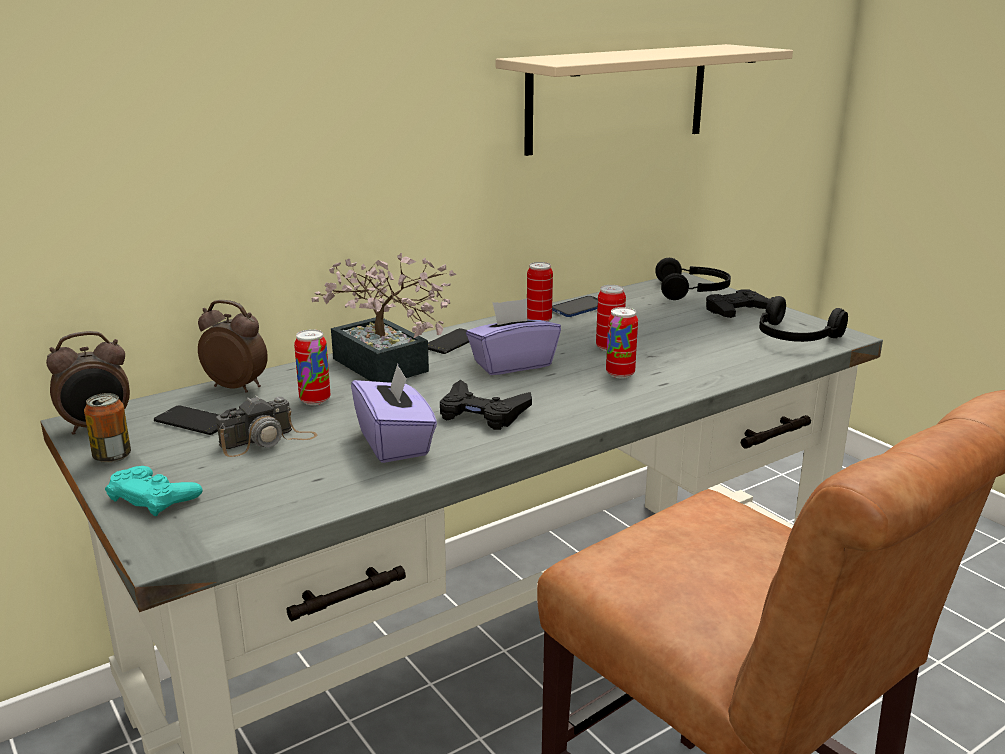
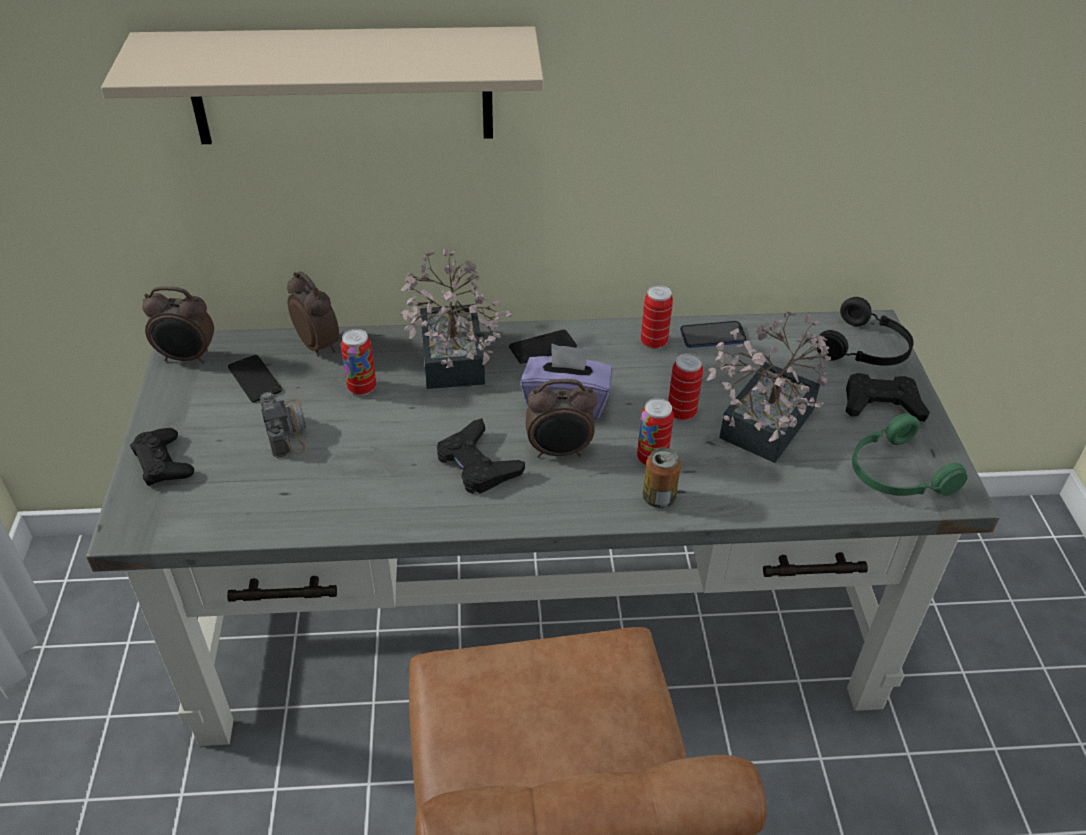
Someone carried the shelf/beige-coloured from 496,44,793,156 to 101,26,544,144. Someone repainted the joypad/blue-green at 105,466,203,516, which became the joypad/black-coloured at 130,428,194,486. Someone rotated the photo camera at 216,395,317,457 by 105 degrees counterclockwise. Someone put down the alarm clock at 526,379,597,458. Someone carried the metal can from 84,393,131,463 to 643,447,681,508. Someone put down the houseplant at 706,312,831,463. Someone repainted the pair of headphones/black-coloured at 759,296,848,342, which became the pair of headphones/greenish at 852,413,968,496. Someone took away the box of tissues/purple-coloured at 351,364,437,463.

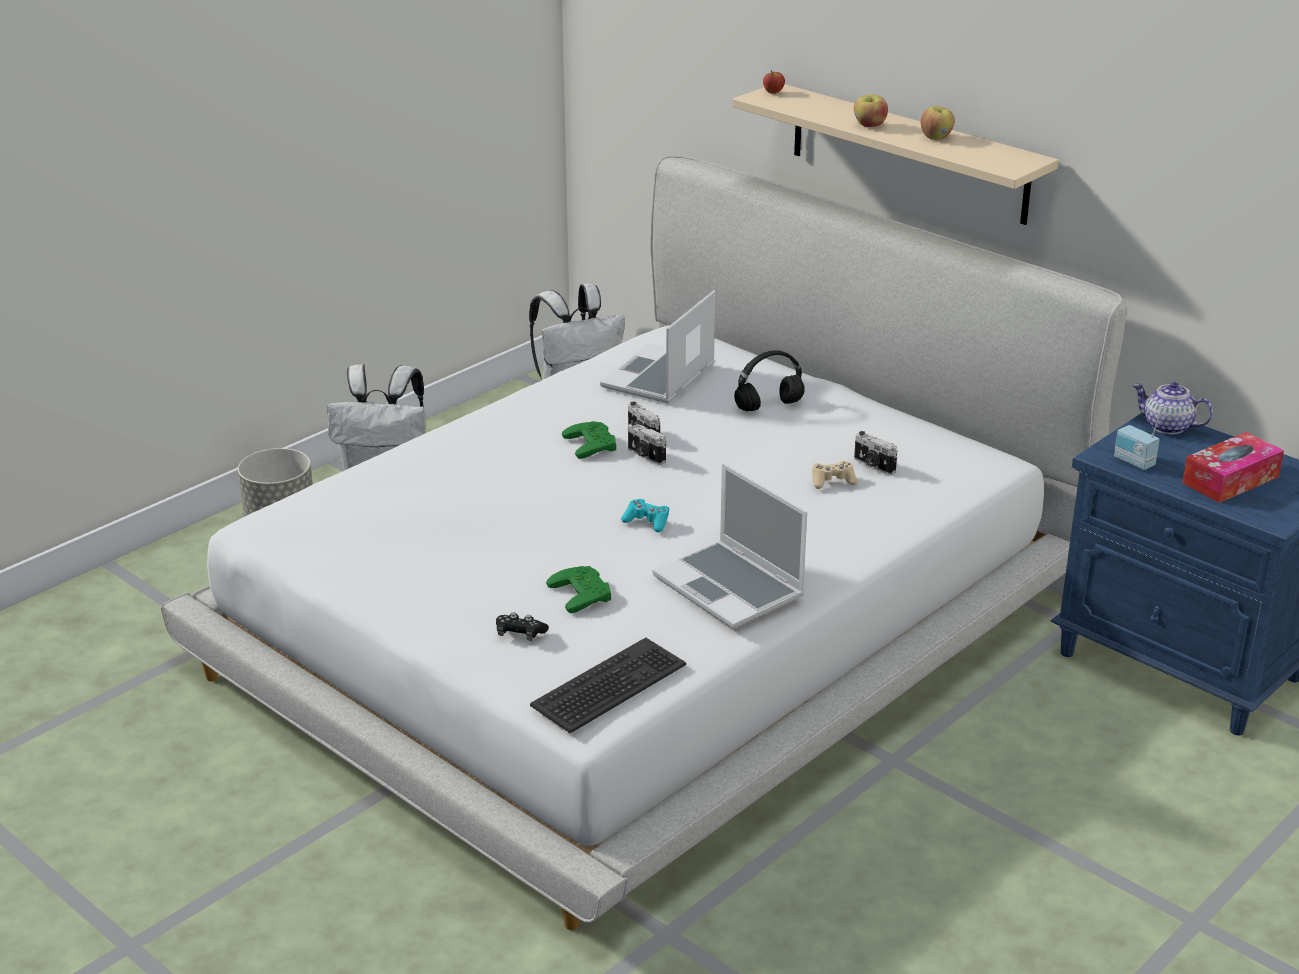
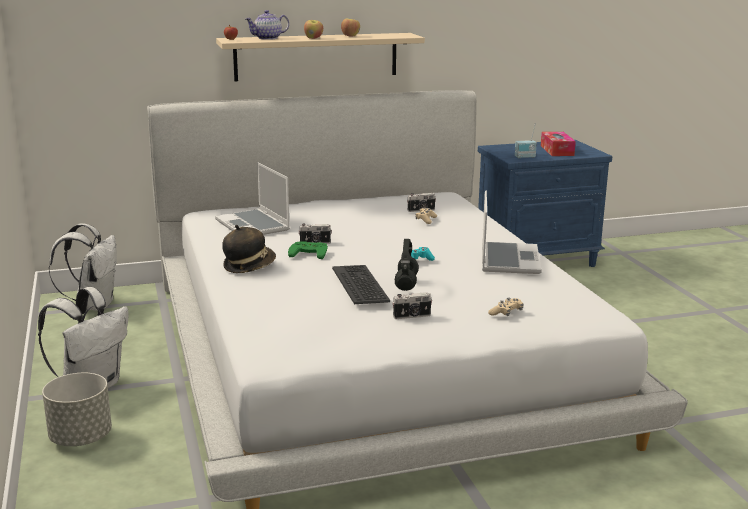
Someone put down the clothing hat at 222,225,276,273. Someone carried the pot for tea from 1133,382,1213,434 to 246,10,289,40. Someone carried the PC keyboard from 530,637,686,734 to 332,265,390,304. Someone carried the photo camera from 628,421,666,465 to 392,292,432,319. Someone carried the pair of headphones/black-coloured from 734,350,804,411 to 395,239,419,291. Someone rotated the portable computer at 653,464,807,629 by 75 degrees counterclockwise. Someone repainted the joypad/black-coloured at 496,612,549,641, which became the joypad/beige-coloured at 488,297,523,316. Someone took away the joypad/greenish at 546,566,611,613.

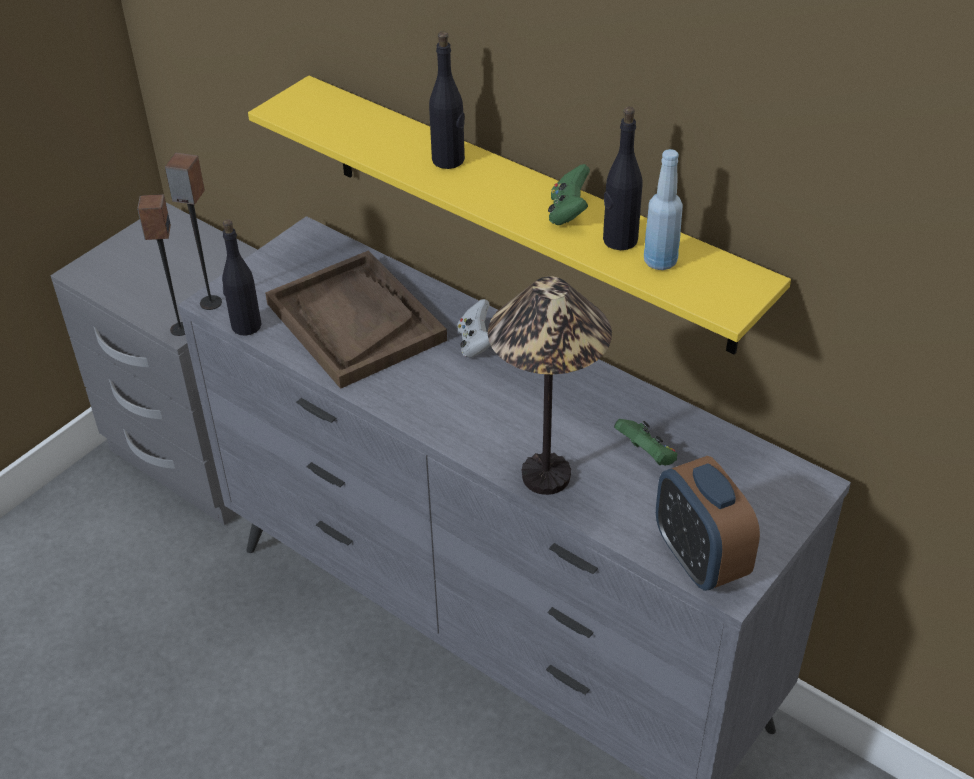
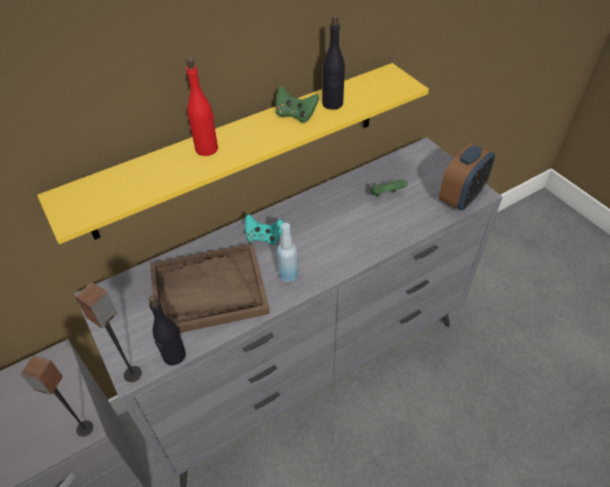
Someone repainted the drink bottle/black-coloured at 429,31,465,169, which became the drink bottle/reddish at 186,57,218,156. Someone repainted the joypad/white at 457,299,491,357, which became the joypad/blue-green at 245,214,284,245. Someone carried the drink bottle/bluish from 644,149,683,270 to 277,222,298,283. Someone rotated the alarm clock at 656,456,760,591 by 45 degrees counterclockwise. Someone took away the tabletop lamp at 488,276,612,495.

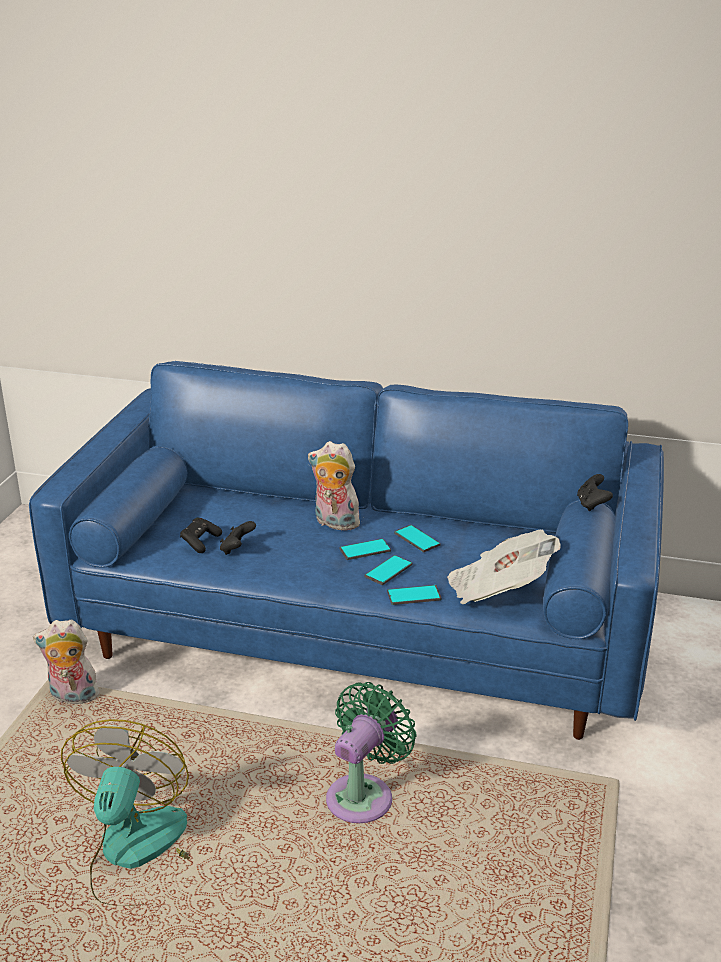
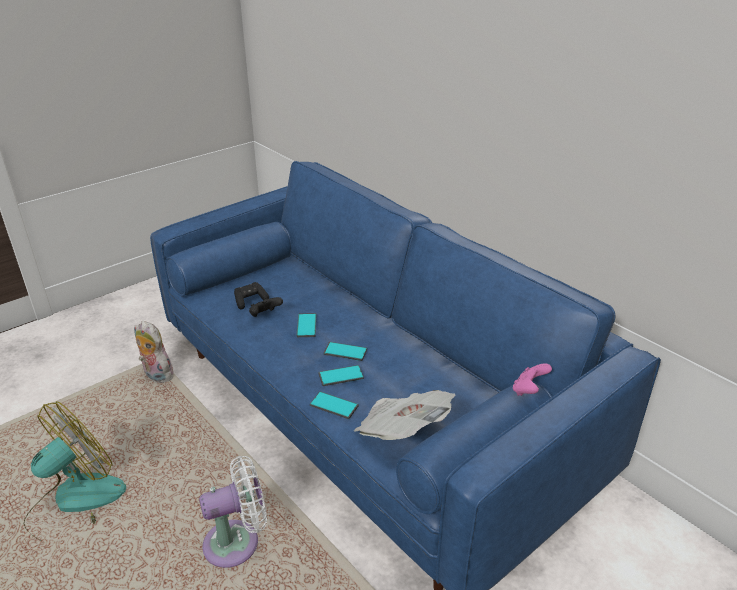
Someone repainted the fan/greenish at 326,682,416,823, which became the fan/white at 199,456,267,568. Someone carried the handset from 394,525,440,552 to 297,313,316,337. Someone repainted the joypad/black-coloured at 577,474,613,511, which became the joypad/pinkish at 513,363,552,396. Someone took away the plush toy at 308,441,360,531.

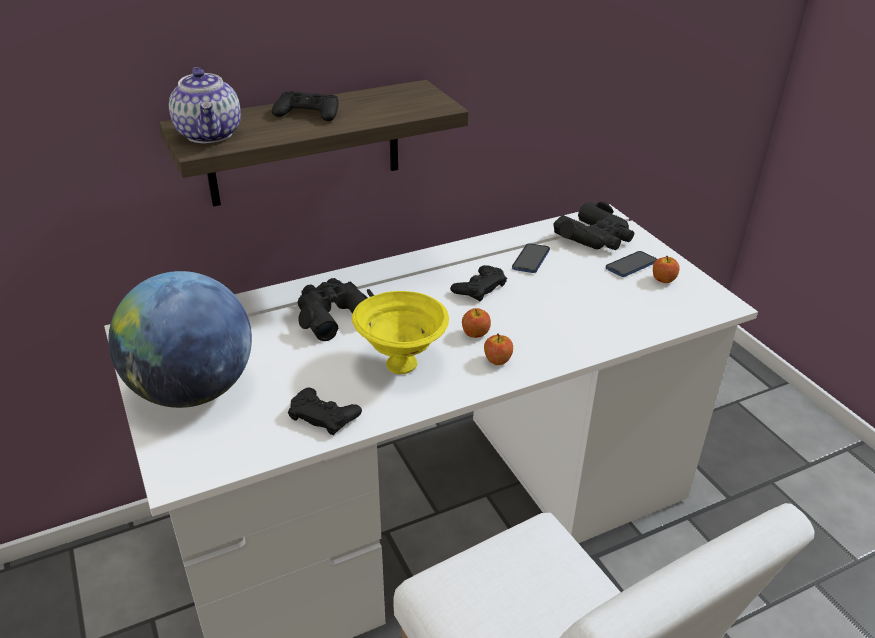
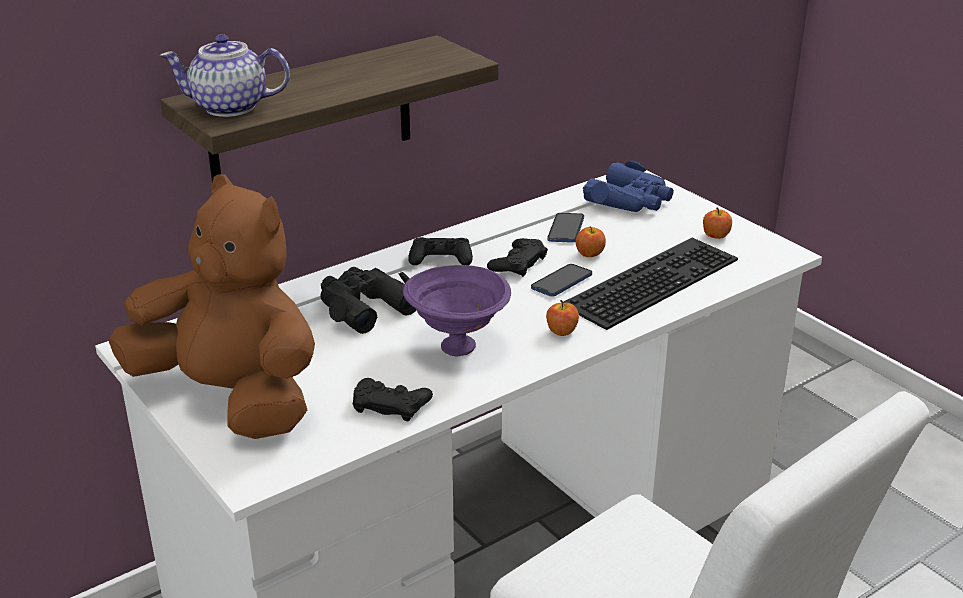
Someone swapped the desk globe at 108,271,252,408 for the plush toy/brown-coloured at 109,174,315,439. Someone rotated the pot for tea at 169,67,241,143 by 120 degrees clockwise. Someone repainted the bowl/yellow at 352,291,449,374, which became the bowl/purple-coloured at 403,265,511,357. Someone carried the joypad/black-coloured from 272,91,339,121 to 408,237,473,265. Someone carried the handset from 606,251,657,277 to 531,264,592,297. Someone put down the PC keyboard at 563,238,738,330. Someone carried the whole apple from 462,308,491,338 to 576,226,606,257. Someone repainted the pair of binoculars/black-coloured at 553,202,634,250, which became the pair of binoculars/bluish at 583,160,674,212.

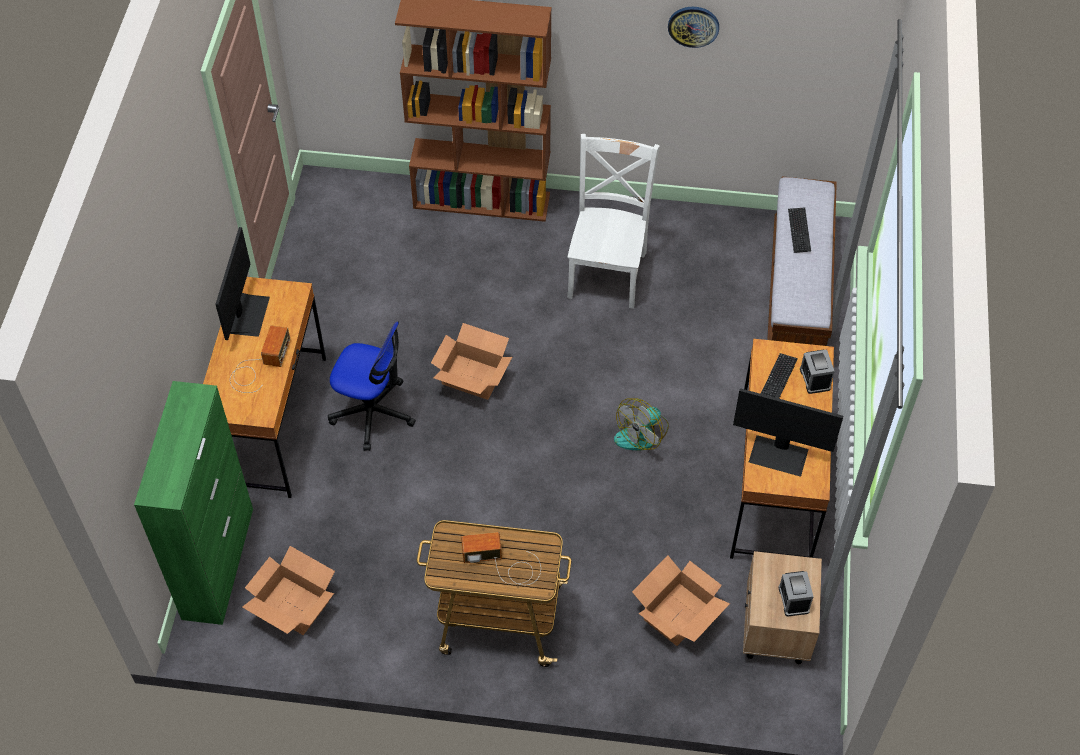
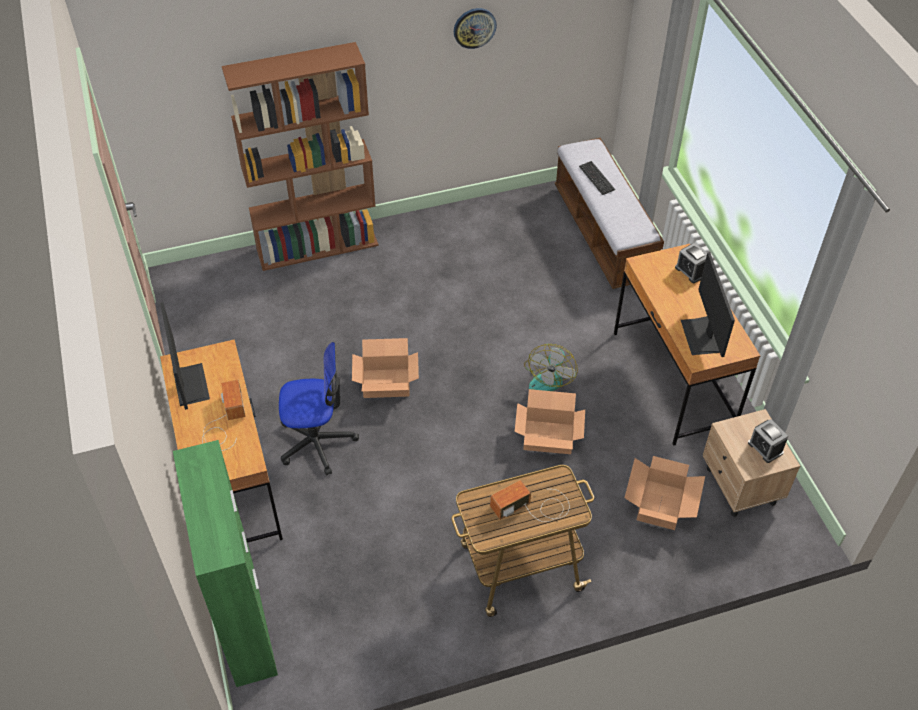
Someone carried the cardboard box from 242,546,335,635 to 514,389,585,454. Someone rotated the computer screen at 733,388,843,477 by 90 degrees clockwise. Someone took away the chair/white at 567,134,660,309. Someone took away the PC keyboard at 761,353,798,398.

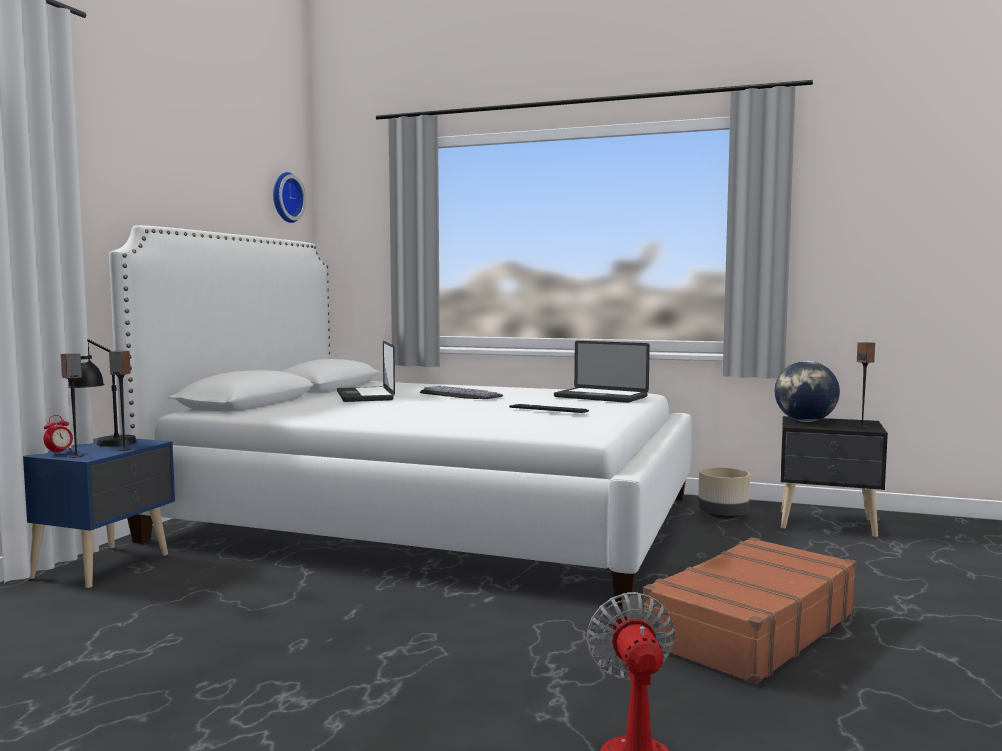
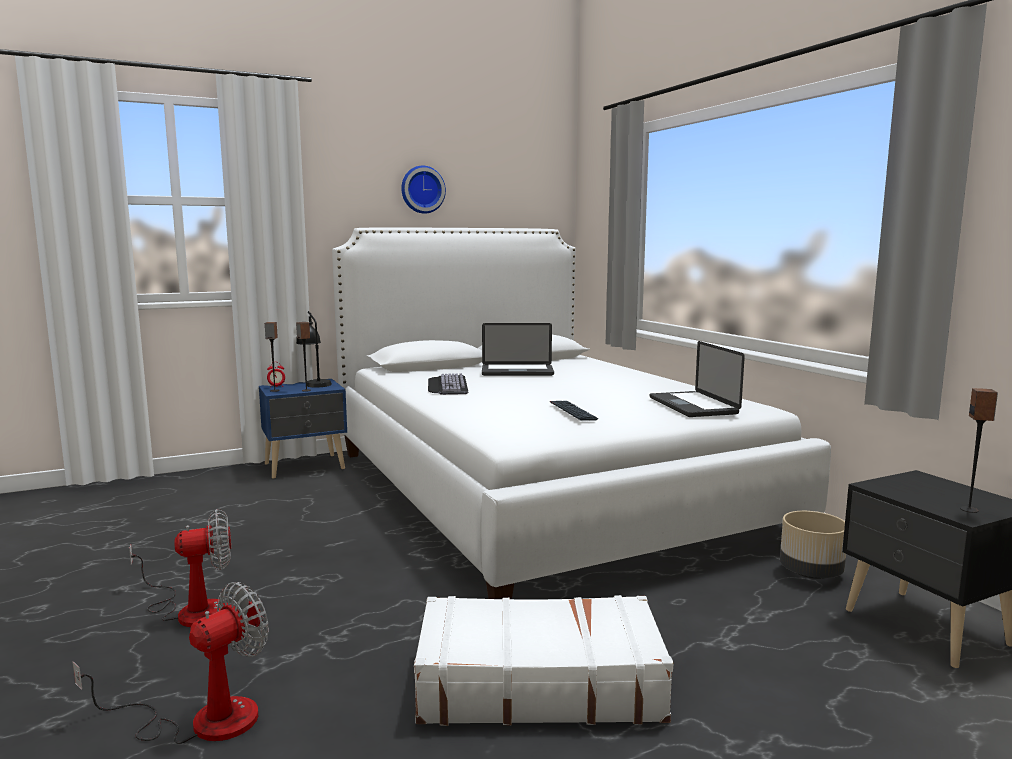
Someone put down the fan at 129,509,231,627. Someone carried the wall clock from 273,172,306,223 to 401,166,446,214. Someone repainted the suitcase/brown-coloured at 643,537,856,684, which became the suitcase/white at 414,595,674,726. Someone carried the PC keyboard from 420,386,503,399 to 428,373,468,395. Someone rotated the portable computer at 337,341,395,402 by 120 degrees counterclockwise. Someone took away the desk globe at 775,361,840,422.

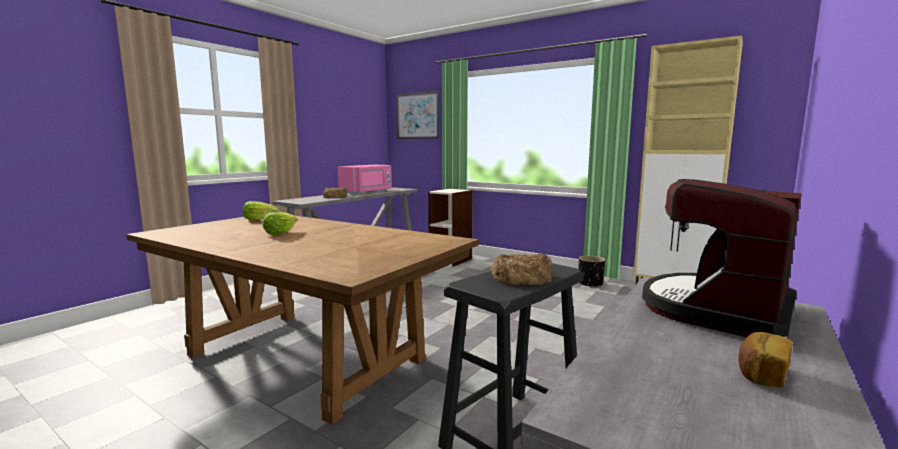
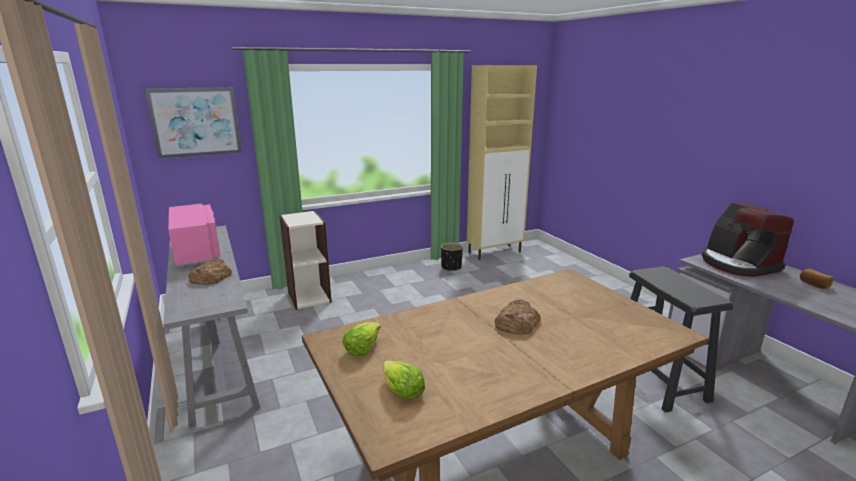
Someone carried the lettuce head from 262,212,298,235 to 383,360,425,400. Someone carried the bakery bread from 490,254,552,285 to 495,299,541,335.

